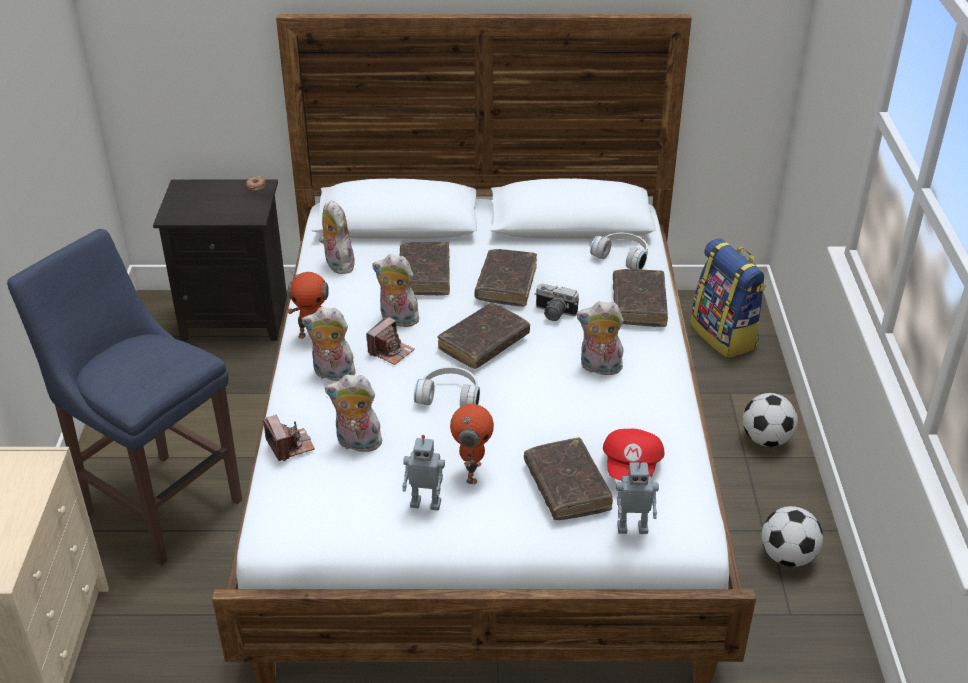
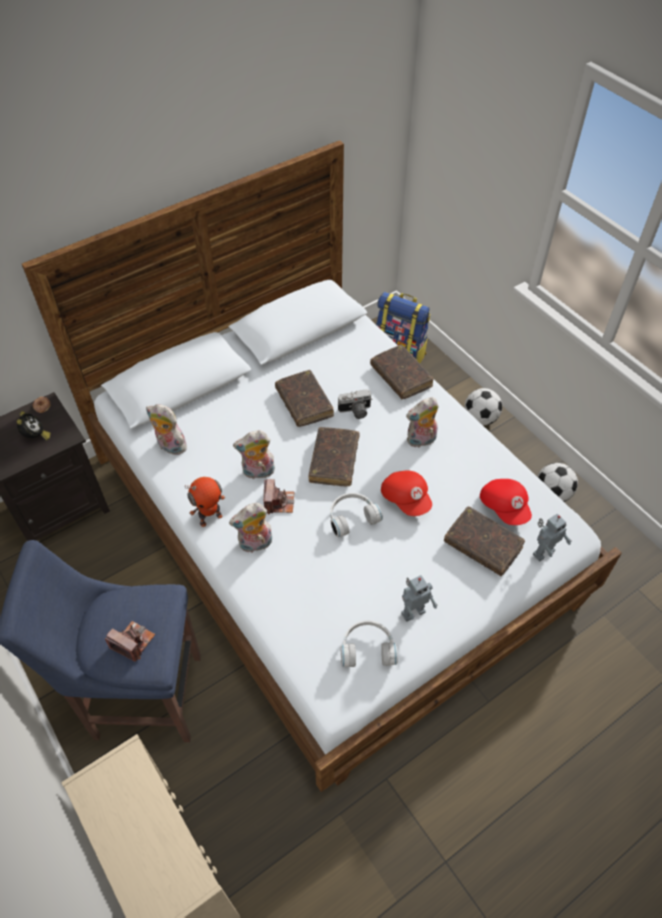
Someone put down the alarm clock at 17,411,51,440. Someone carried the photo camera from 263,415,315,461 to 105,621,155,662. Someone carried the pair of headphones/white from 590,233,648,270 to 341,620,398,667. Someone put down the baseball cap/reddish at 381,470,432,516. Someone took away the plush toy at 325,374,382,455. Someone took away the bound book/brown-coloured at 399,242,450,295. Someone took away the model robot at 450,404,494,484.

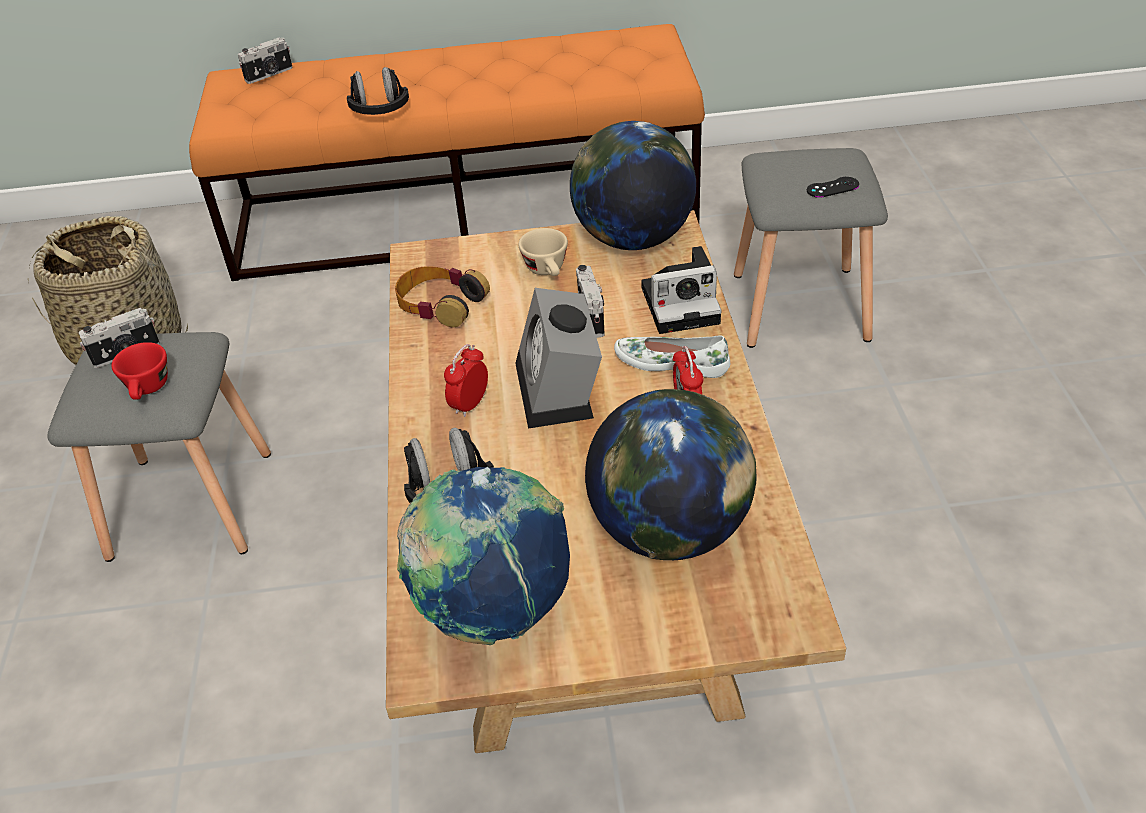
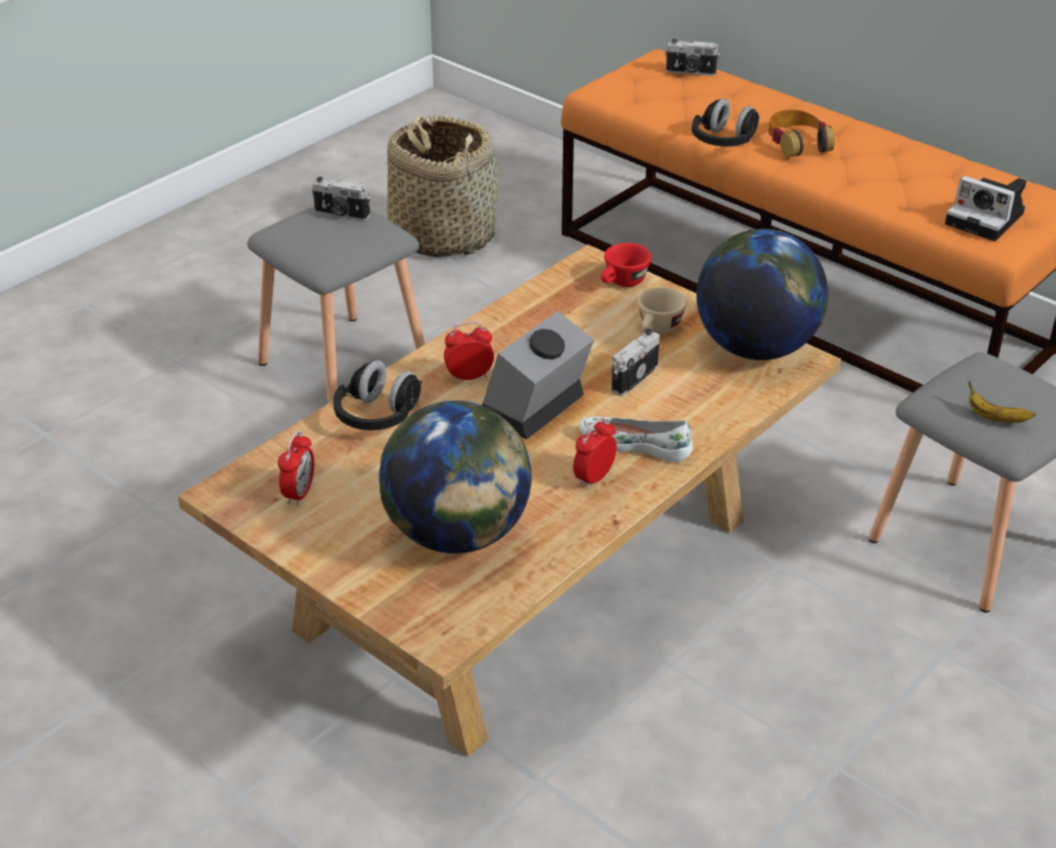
Someone swapped the desk globe at 397,467,570,645 for the alarm clock at 278,431,314,506. Someone rotated the item of footwear/white at 614,335,730,378 by 45 degrees counterclockwise. Someone carried the small cup/reddish from 111,342,168,400 to 601,243,651,287. Someone carried the pair of headphones from 395,266,490,327 to 769,109,835,157. Someone carried the photo camera from 641,246,721,334 to 945,176,1026,241. Someone swapped the joypad/black-coloured at 807,177,859,198 for the banana fruit at 968,381,1036,423.

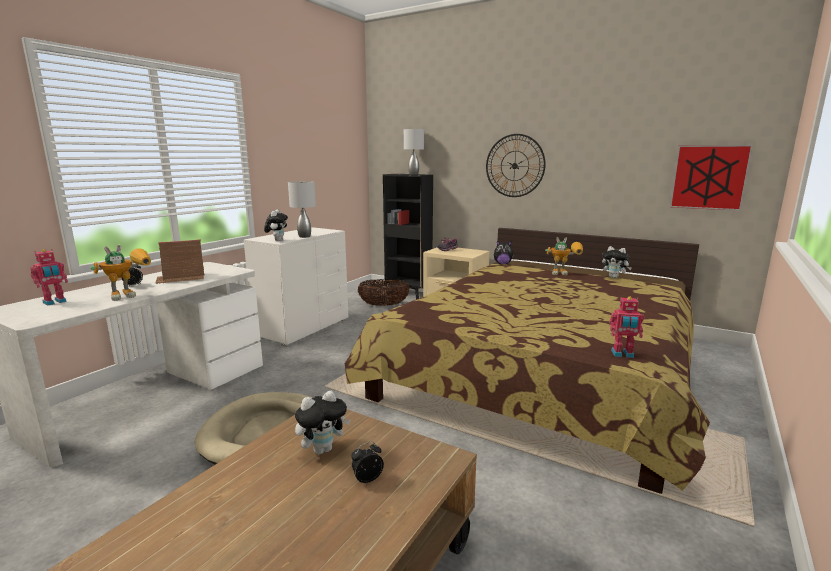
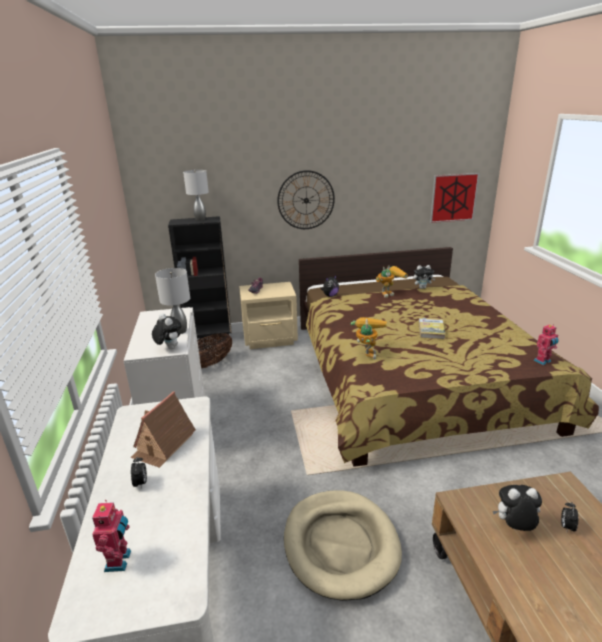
Someone carried the model robot from 90,245,151,301 to 351,317,387,359. Someone put down the bound book at 419,318,446,339. Someone rotated the plush toy at 295,391,351,455 by 105 degrees counterclockwise.

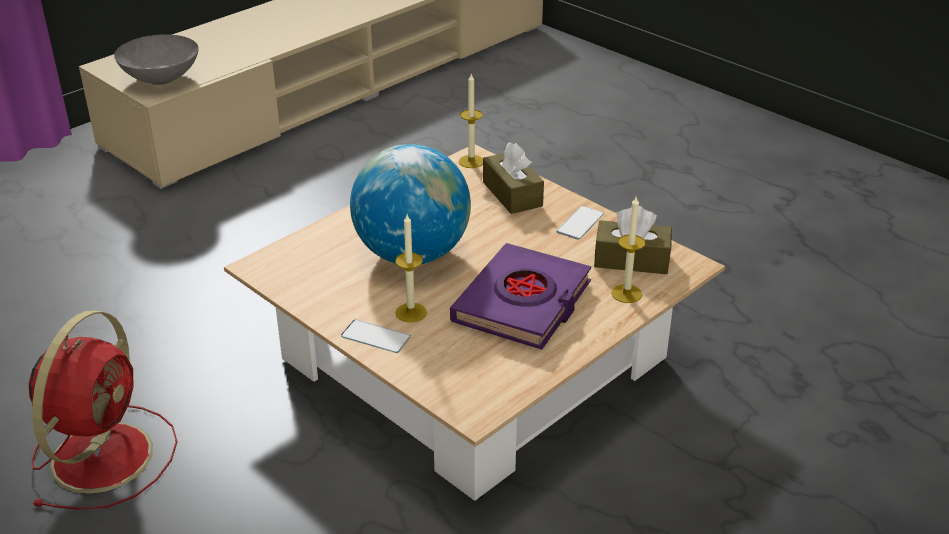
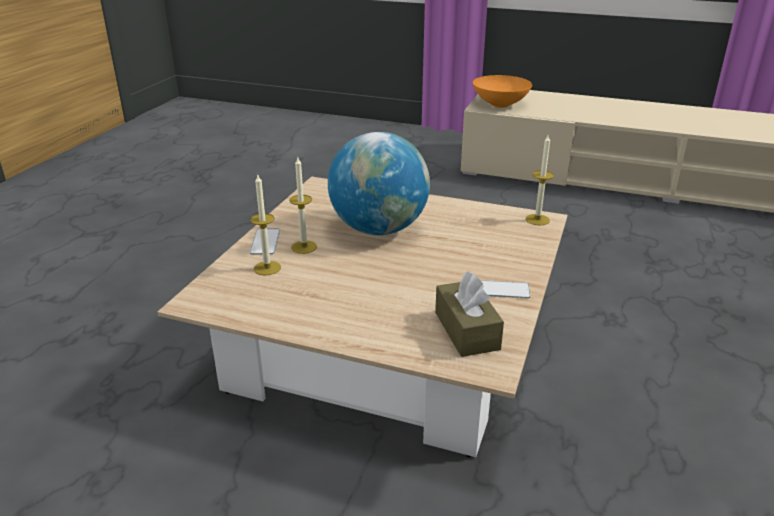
Someone carried the wax light from 611,197,645,303 to 250,175,281,276. Someone repainted the bowl/grey at 114,34,199,85, which became the bowl/orangey at 473,75,532,108. Someone took away the fan/reddish at 29,310,177,510. Someone took away the bound book/purple-coloured at 450,243,591,350. Someone took away the box of tissues/brown-coloured at 483,142,544,214.

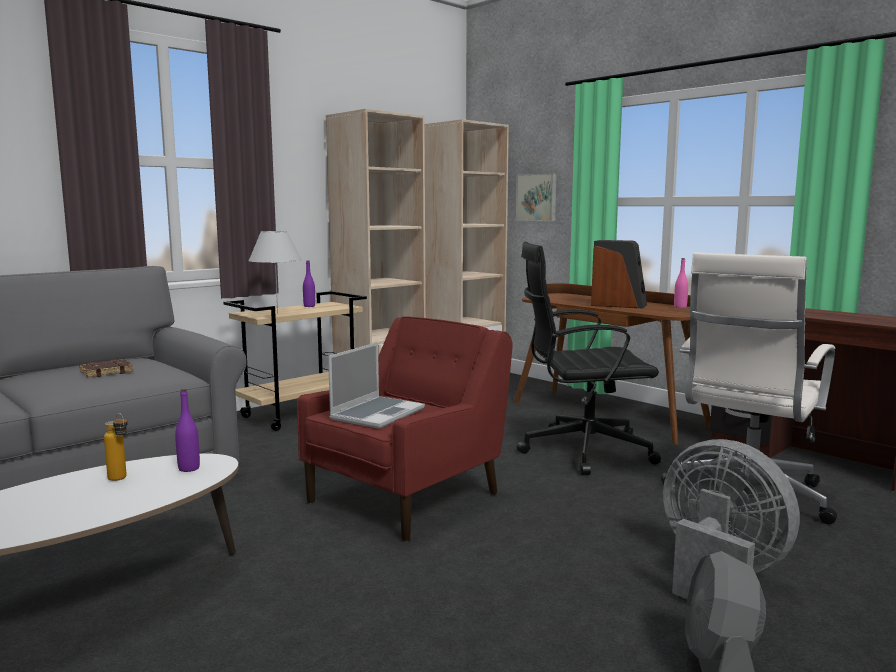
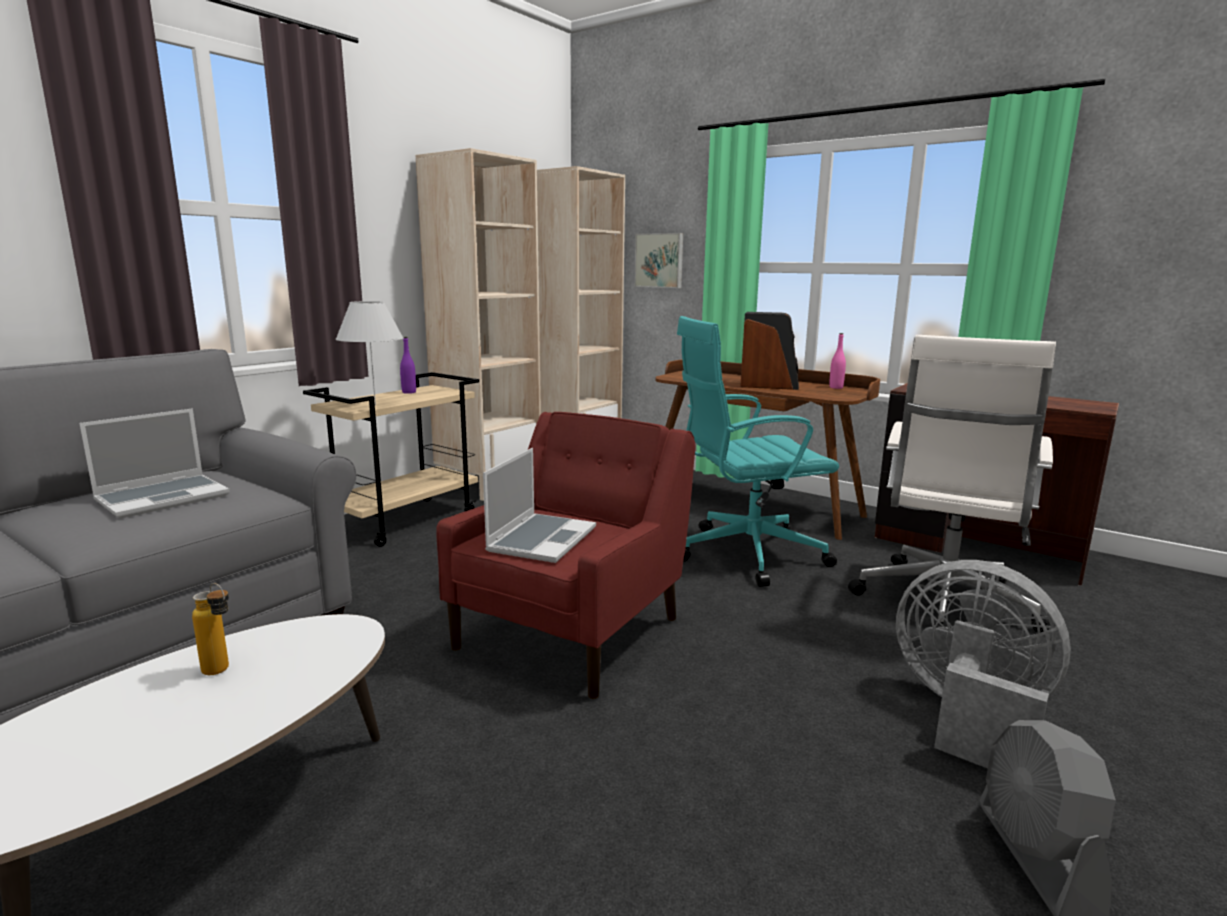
Someone swapped the bound book/brown-coloured at 79,359,133,377 for the portable computer at 79,409,230,518. Someone repainted the office chair/black-coloured at 517,242,661,475, which became the office chair/blue-green at 677,316,839,587. Someone took away the drink bottle/purple-coloured at 175,389,200,472.

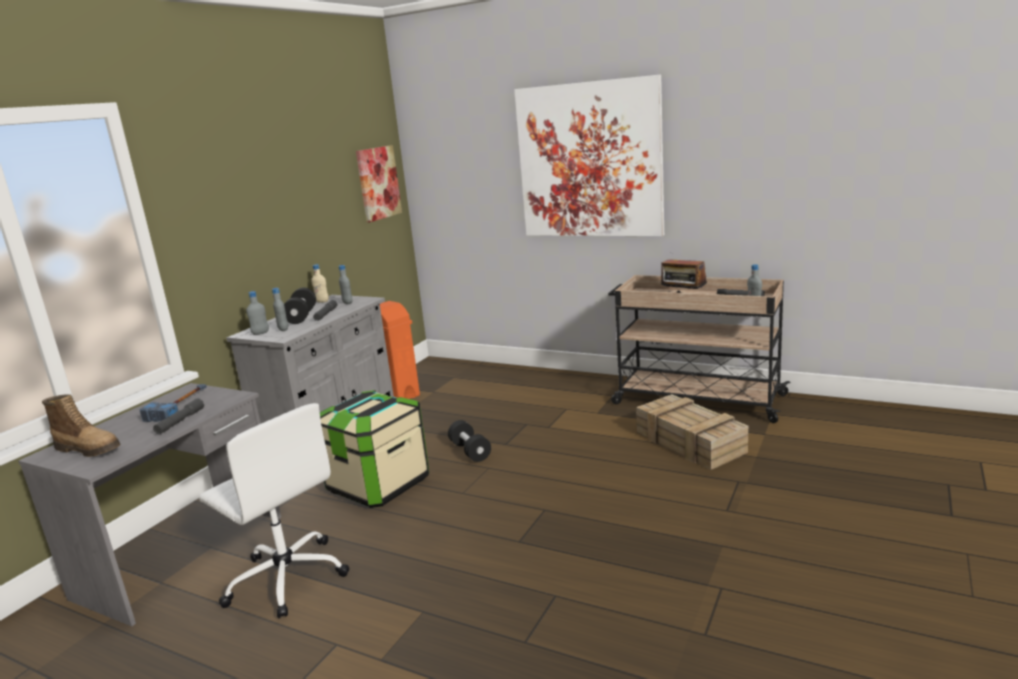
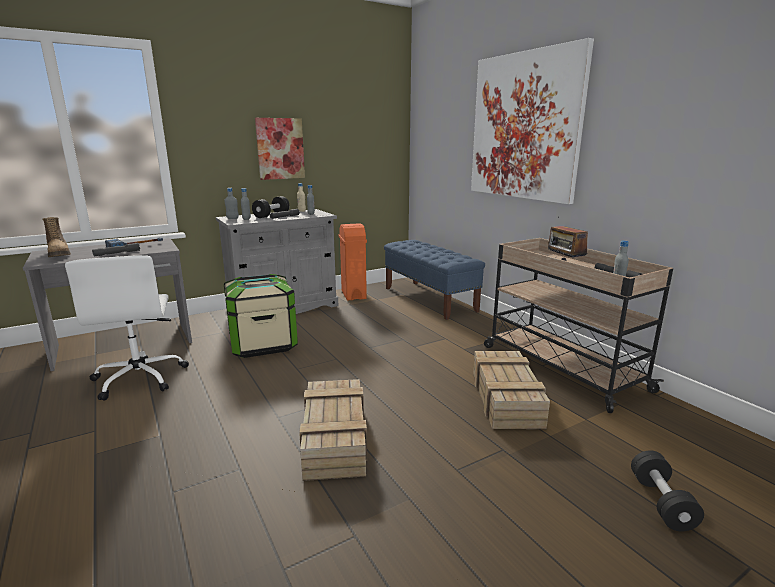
Someone carried the wall picture from 356,145,402,223 to 255,118,305,180. Someone put down the crate at 299,379,367,481. Someone put down the indoor bench/bluish at 384,240,485,320. Someone carried the hand weight/black-coloured from 448,420,491,462 to 631,450,704,531.

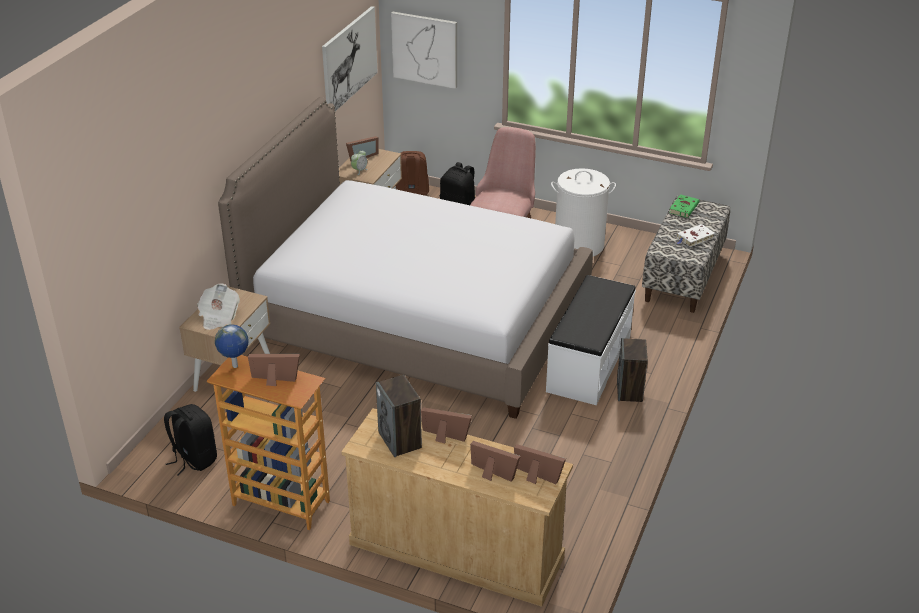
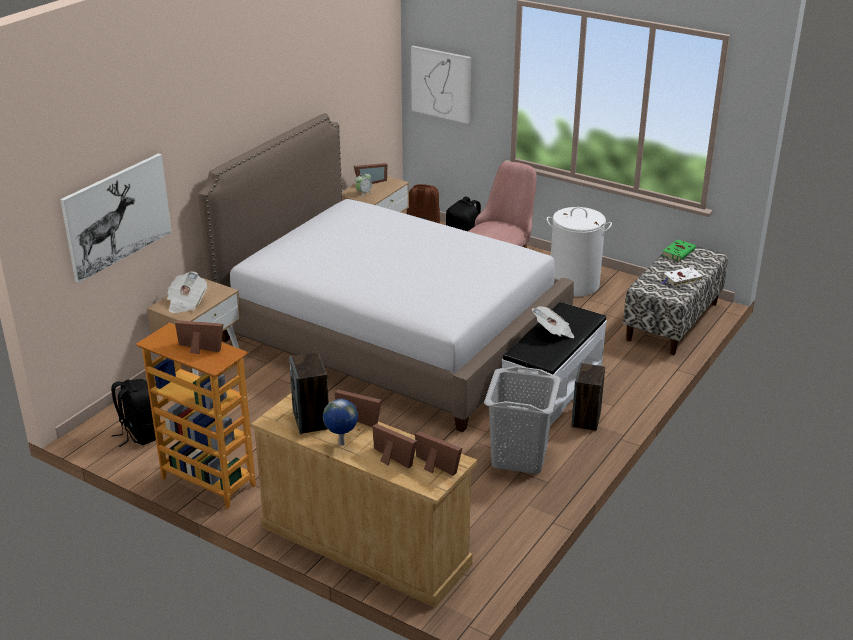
Someone carried the wall picture from 322,6,378,111 to 60,154,172,283. Someone carried the desk globe from 215,324,249,368 to 323,399,358,446. Someone put down the laundry basket/grey at 484,366,561,474. Someone put down the newspaper at 532,306,575,338.

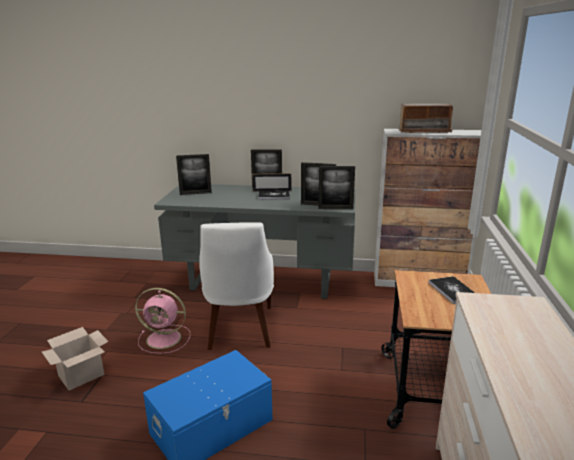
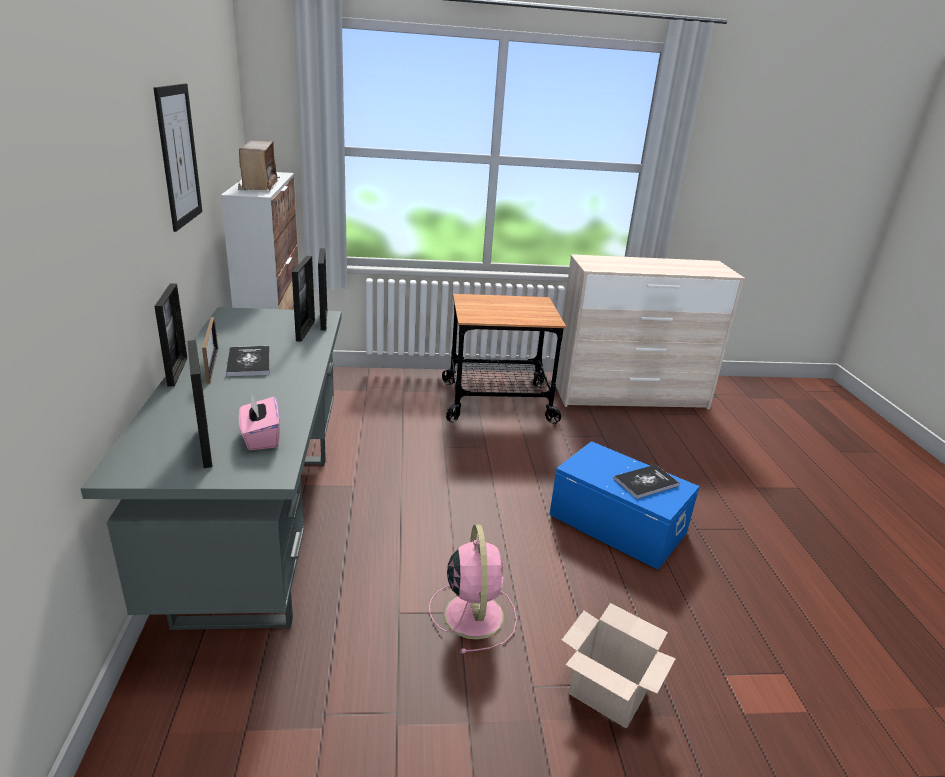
Someone put up the wall picture at 154,84,202,232. Someone put down the box of tissues/pinkish at 239,393,280,450. Someone carried the bound book from 429,276,475,304 to 614,465,679,499. Someone took away the chair/white at 199,222,274,350.

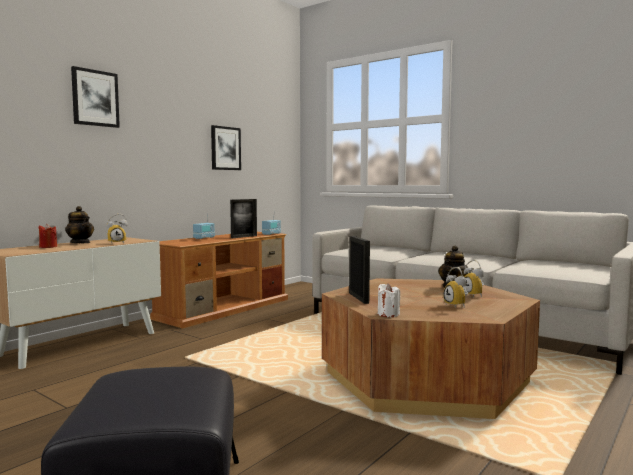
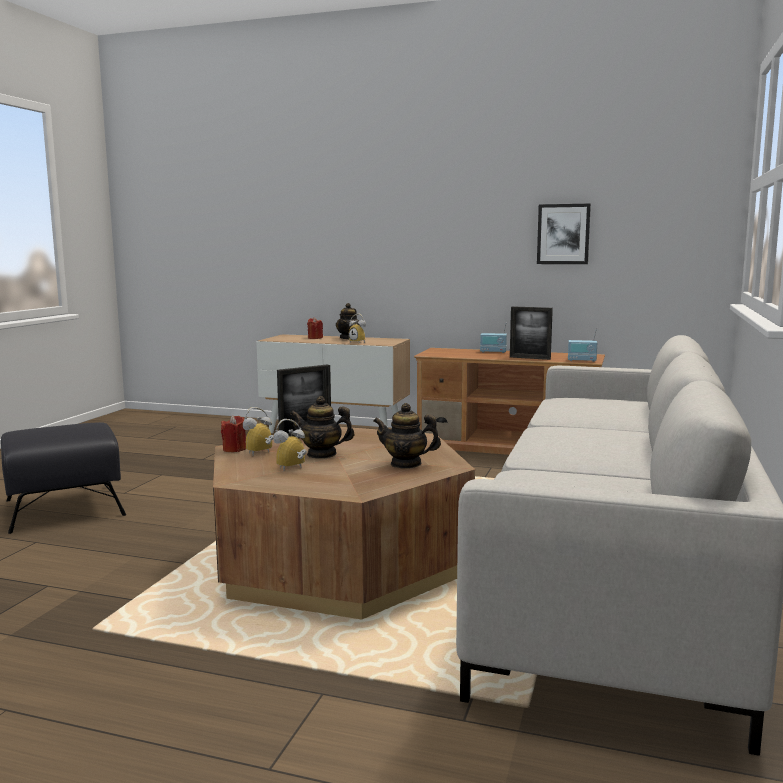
Someone repainted the wax light/white at 378,283,400,317, which became the wax light/reddish at 221,415,246,452. Someone carried the alarm clock from 462,260,484,298 to 243,407,273,455. Someone put down the pot for tea at 290,396,355,459. Someone took away the wall picture at 71,66,120,128.

